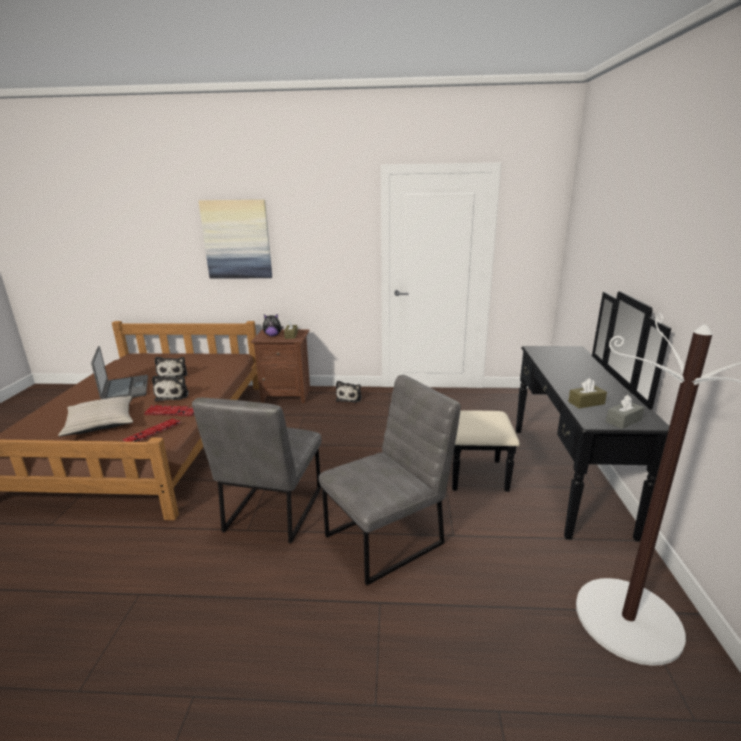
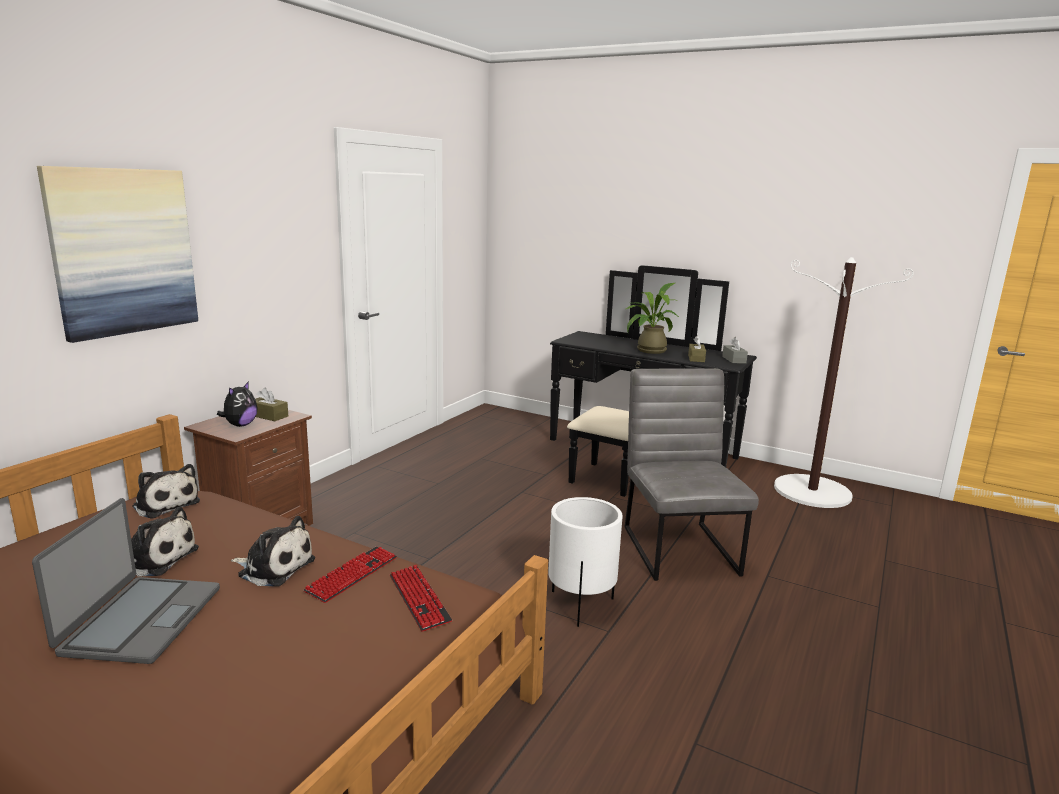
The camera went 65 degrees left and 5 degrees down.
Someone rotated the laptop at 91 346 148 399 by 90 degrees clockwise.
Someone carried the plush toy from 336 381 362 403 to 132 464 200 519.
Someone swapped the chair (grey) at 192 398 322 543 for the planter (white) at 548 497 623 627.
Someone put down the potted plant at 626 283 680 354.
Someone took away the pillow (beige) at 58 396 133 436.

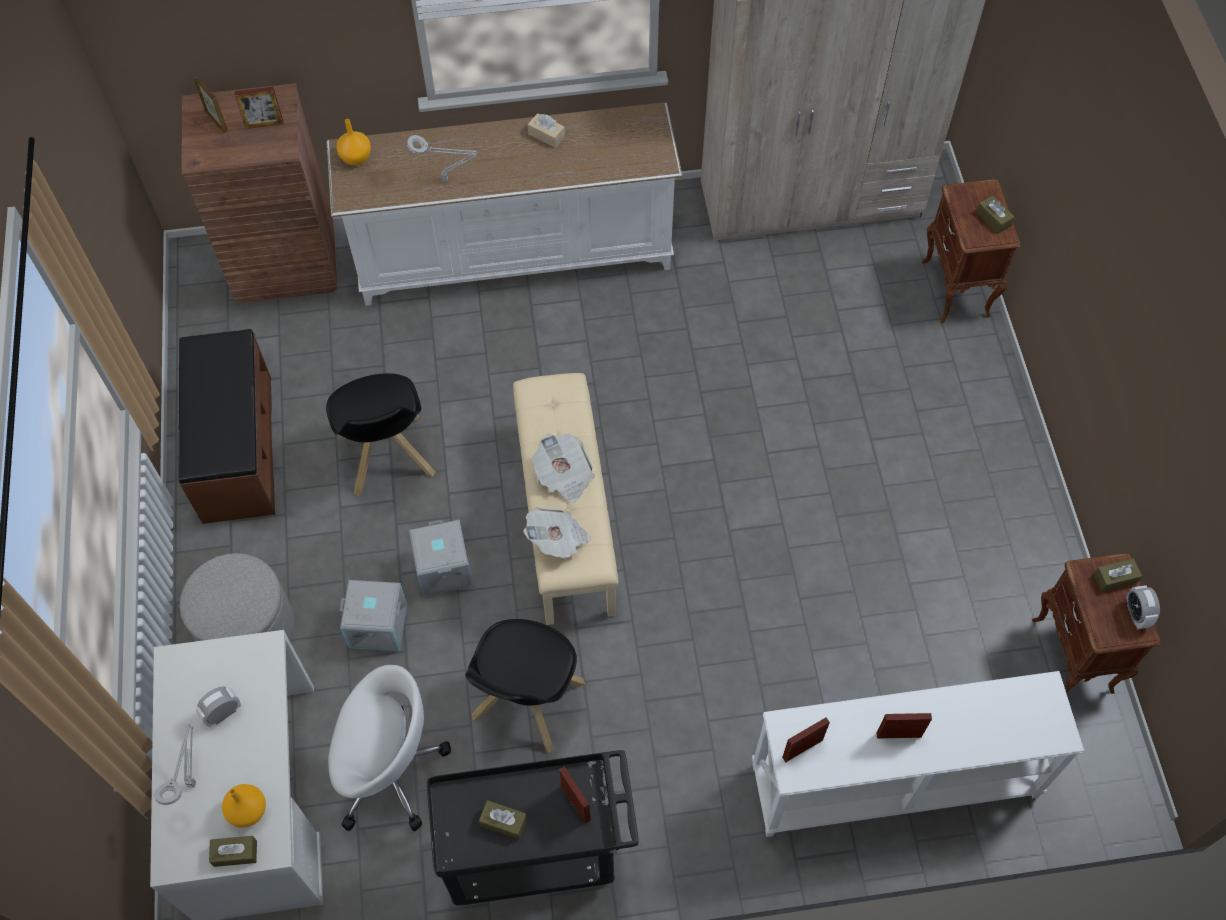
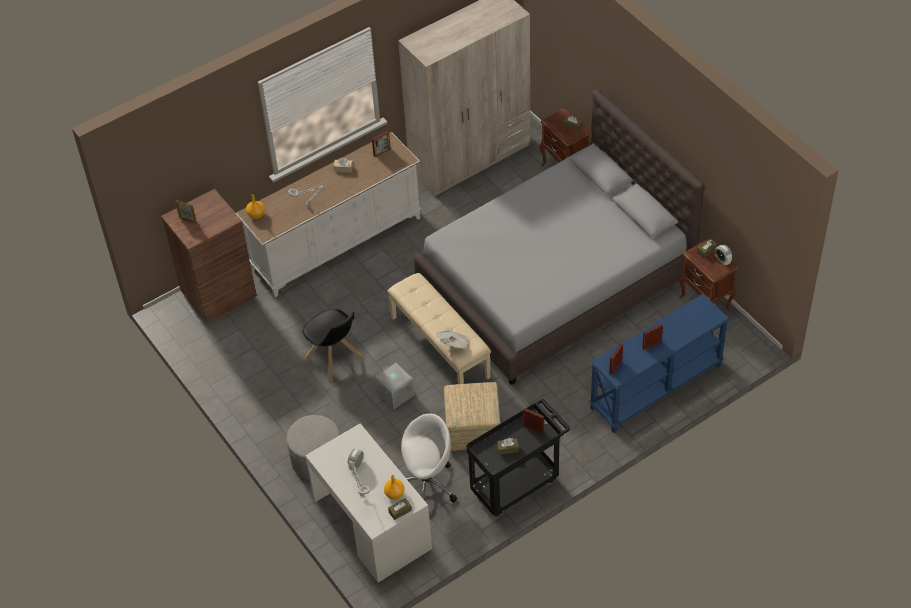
The camera went 25 degrees left and 10 degrees down.
Someone carried the picture frame from 235 87 283 129 to 372 130 391 157.
Someone put down the bed (grey) at 414 89 705 385.
Someone swapped the chair (black) at 465 619 586 753 for the ottoman at 444 382 501 451.
Someone repainted the console table (white) at 752 671 1084 837, which became the console table (blue) at 589 294 729 433.
Someone took away the bench (brown) at 178 329 275 524.
Someone took away the storage box (grey) at 340 580 407 651.
Someone took away the newspaper at 532 434 595 503.

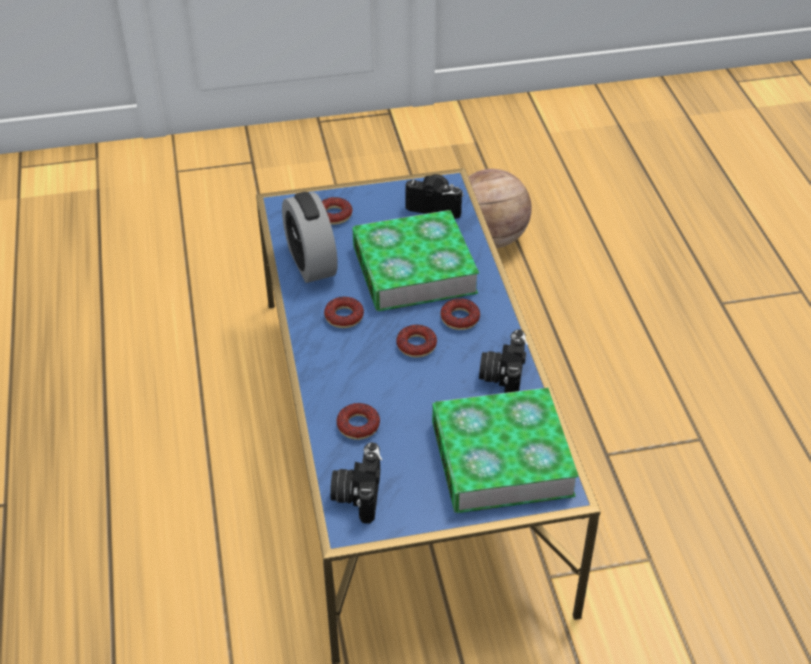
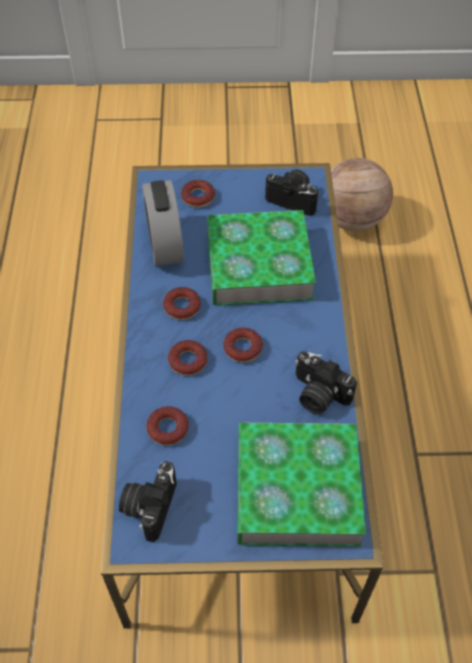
The camera went 10 degrees right and 10 degrees up.
Someone carried the donut from 440 298 480 330 to 168 340 208 376.
Someone rotated the photo camera at 479 329 528 393 by 75 degrees counterclockwise.

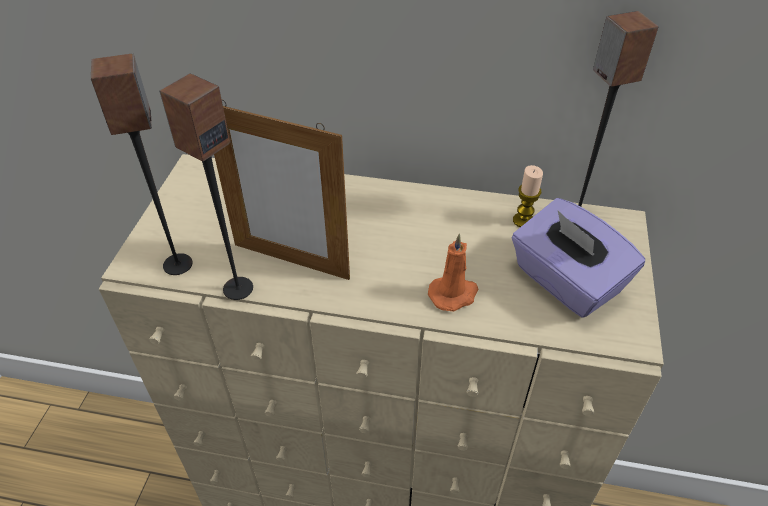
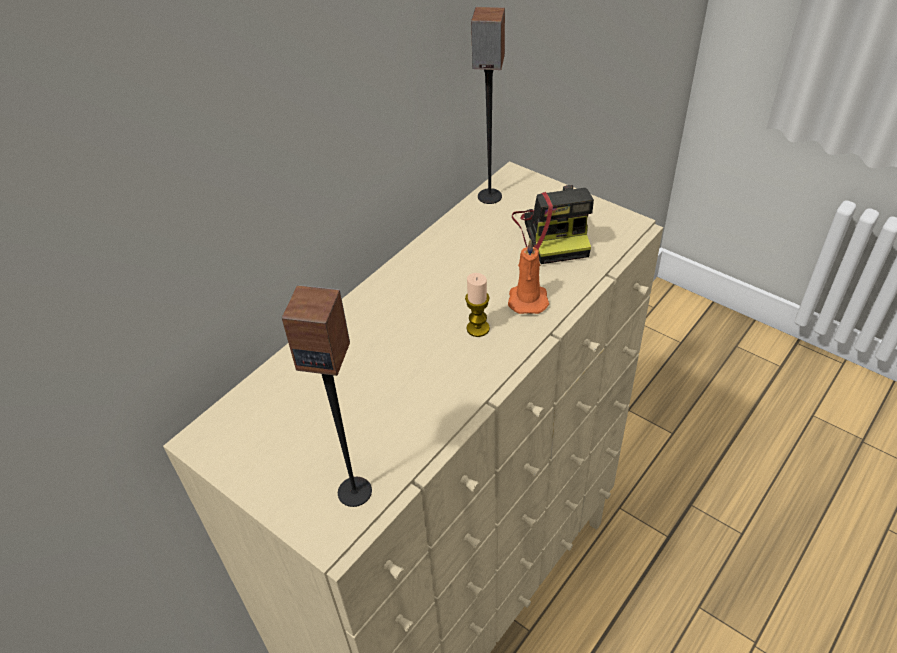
The camera went 60 degrees left and 0 degrees up.
Someone carried the candle from 513 165 543 227 to 465 273 490 337.
Someone swapped the tissue box (purple) at 512 198 645 318 for the photo camera at 512 185 594 264.
Someone took away the speaker at 159 73 253 300.
Someone took away the picture frame at 214 100 350 280.

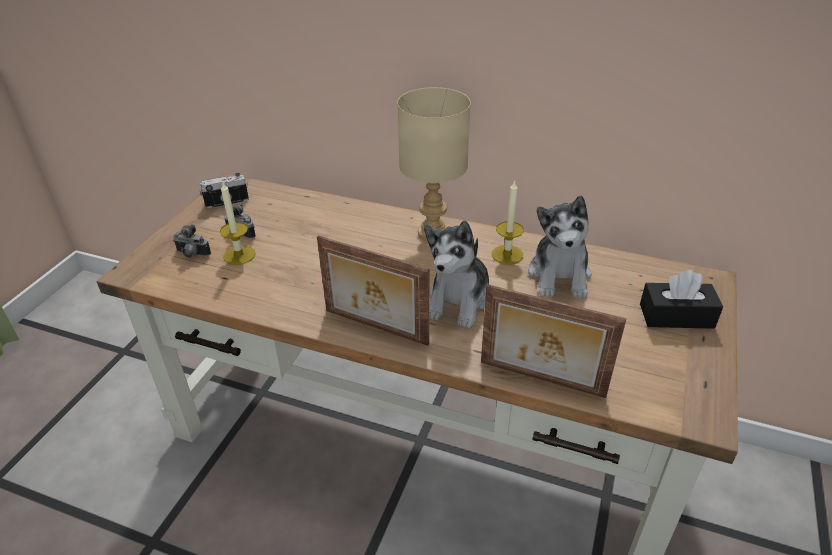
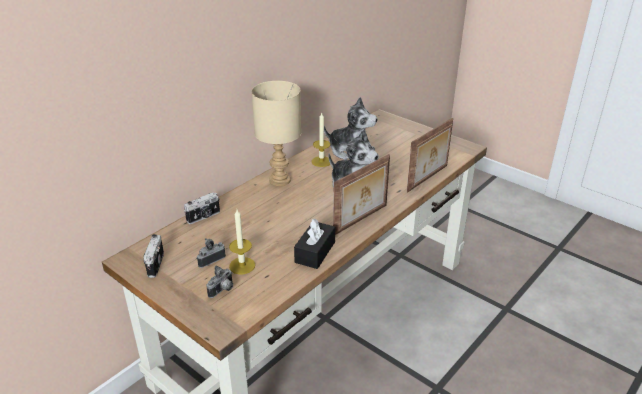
The camera went 70 degrees left and 5 degrees down.
Someone put down the photo camera at 184 192 220 224.
Someone carried the tissue box (black) from 640 270 723 329 to 294 218 335 269.

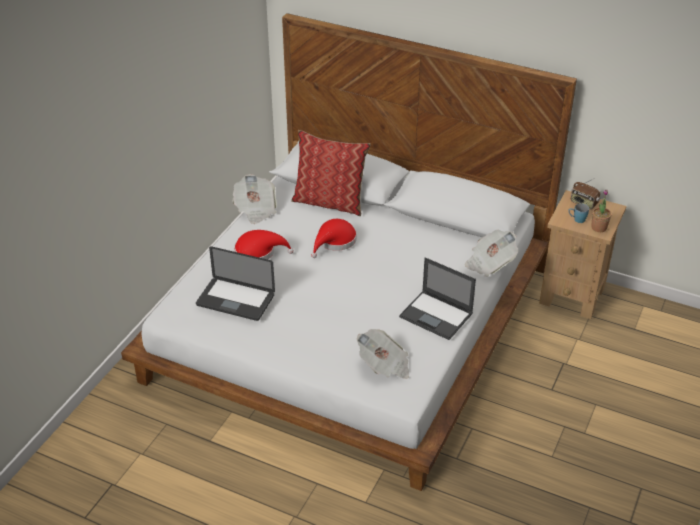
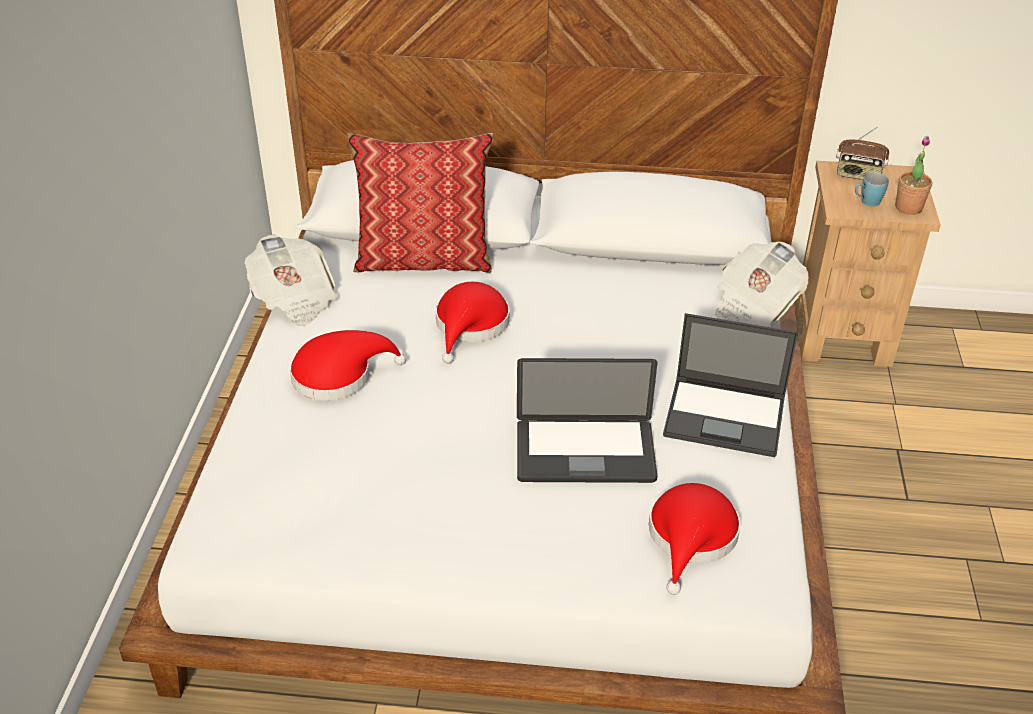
The camera went 20 degrees left and 0 degrees up.
Someone carried the laptop from 196 246 275 321 to 517 358 657 483.
Someone swapped the newspaper at 357 329 409 379 for the hat (red) at 649 483 741 595.

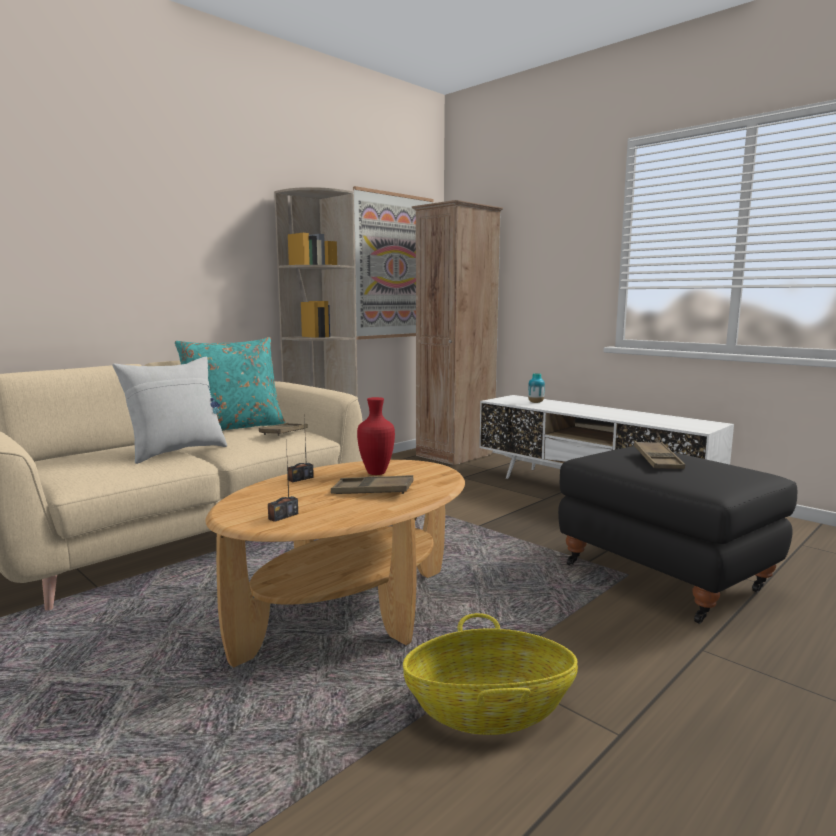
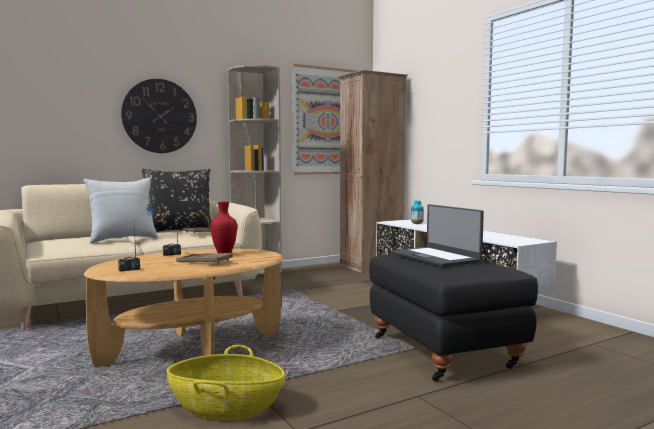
The camera went 15 degrees right and 5 degrees down.
Someone put up the wall clock at 121 79 197 153.
Someone repainted the pillow (turquoise) at 175 337 286 430, which became the pillow (black) at 142 168 212 232.
Someone swapped the tray (brown) at 634 441 685 469 for the laptop at 392 204 484 267.

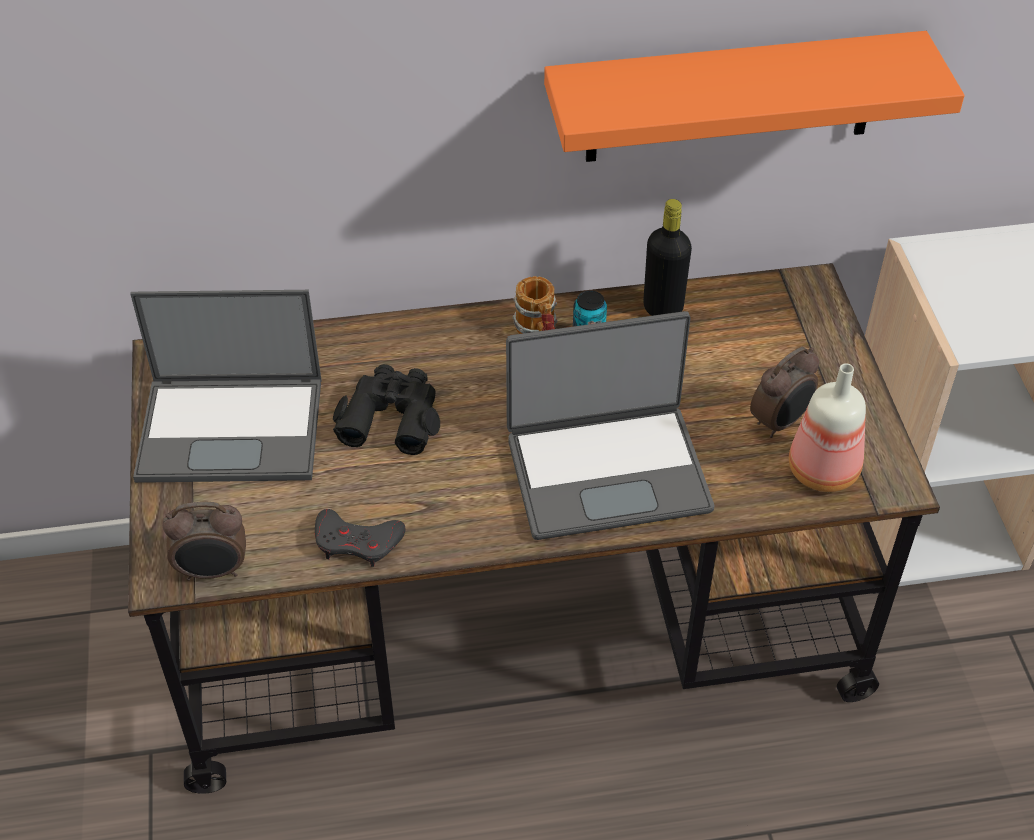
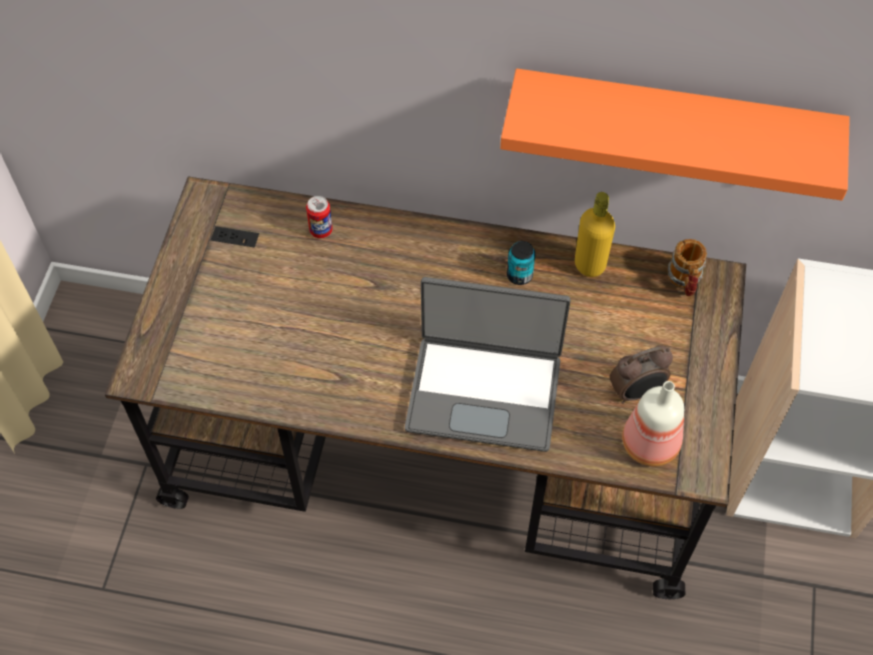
The camera went 20 degrees right and 10 degrees up.
Someone put down the can at 306 196 333 238.
Someone repainted the bottle (black) at 643 199 692 316, which became the bottle (yellow) at 575 192 615 277.
Someone carried the mug from 513 276 558 334 to 668 239 707 296.
Someone took away the laptop at 130 290 321 483.
Someone took away the alarm clock at 163 502 246 581.
Someone took away the game controller (grey) at 315 509 405 567.
Someone took away the binoculars (black) at 333 364 440 455.

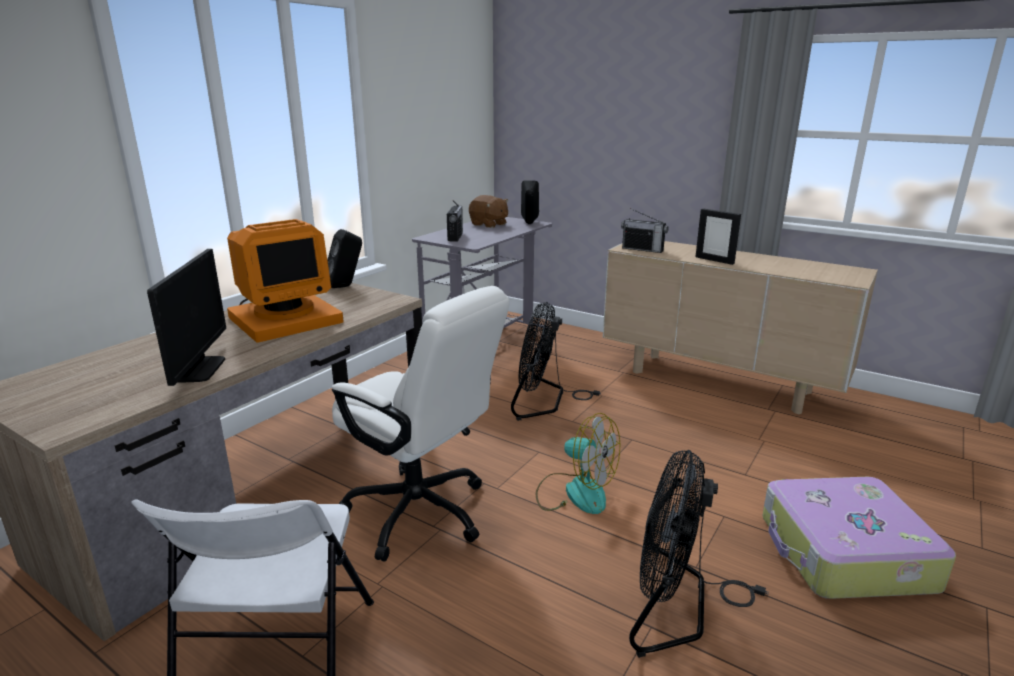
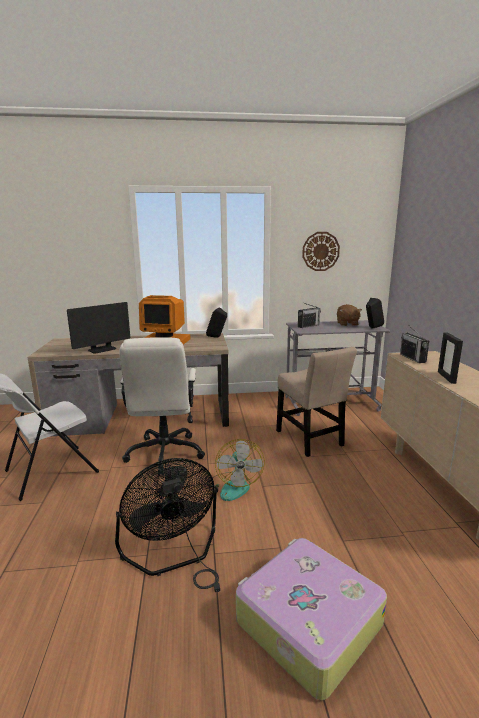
The camera went 50 degrees right and 5 degrees down.
Someone swapped the fan (black) at 511 302 602 421 for the chair (beige) at 276 347 357 457.
Someone put up the wall clock at 302 232 340 271.

